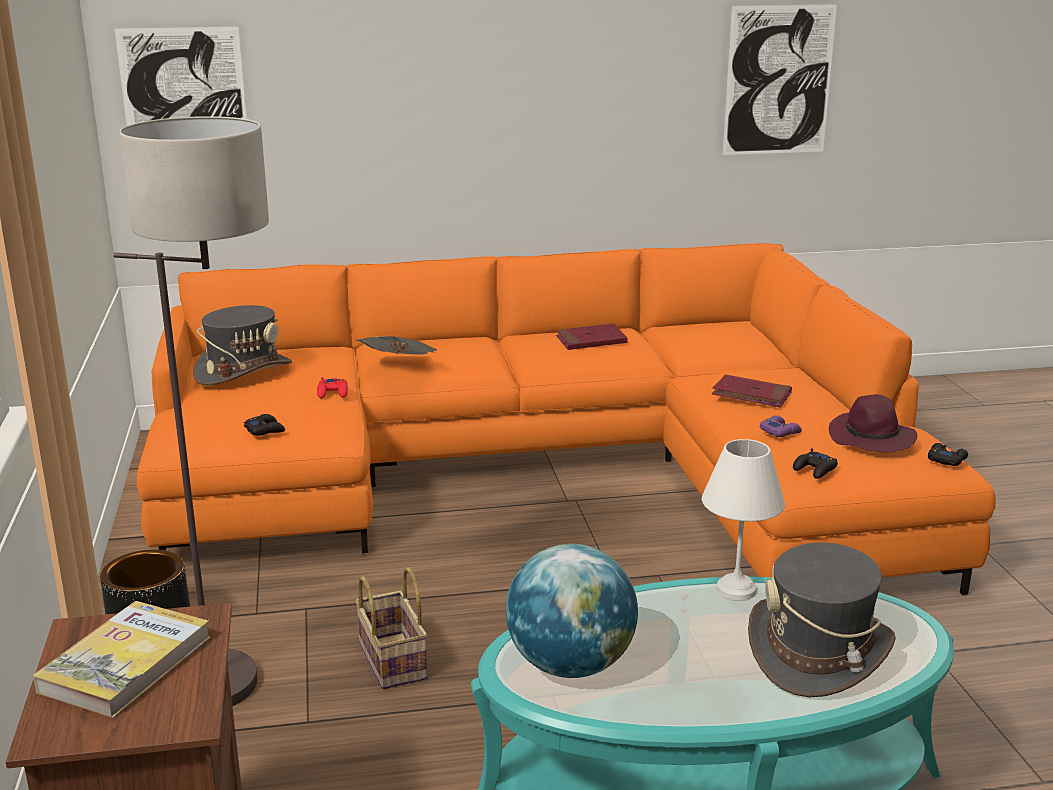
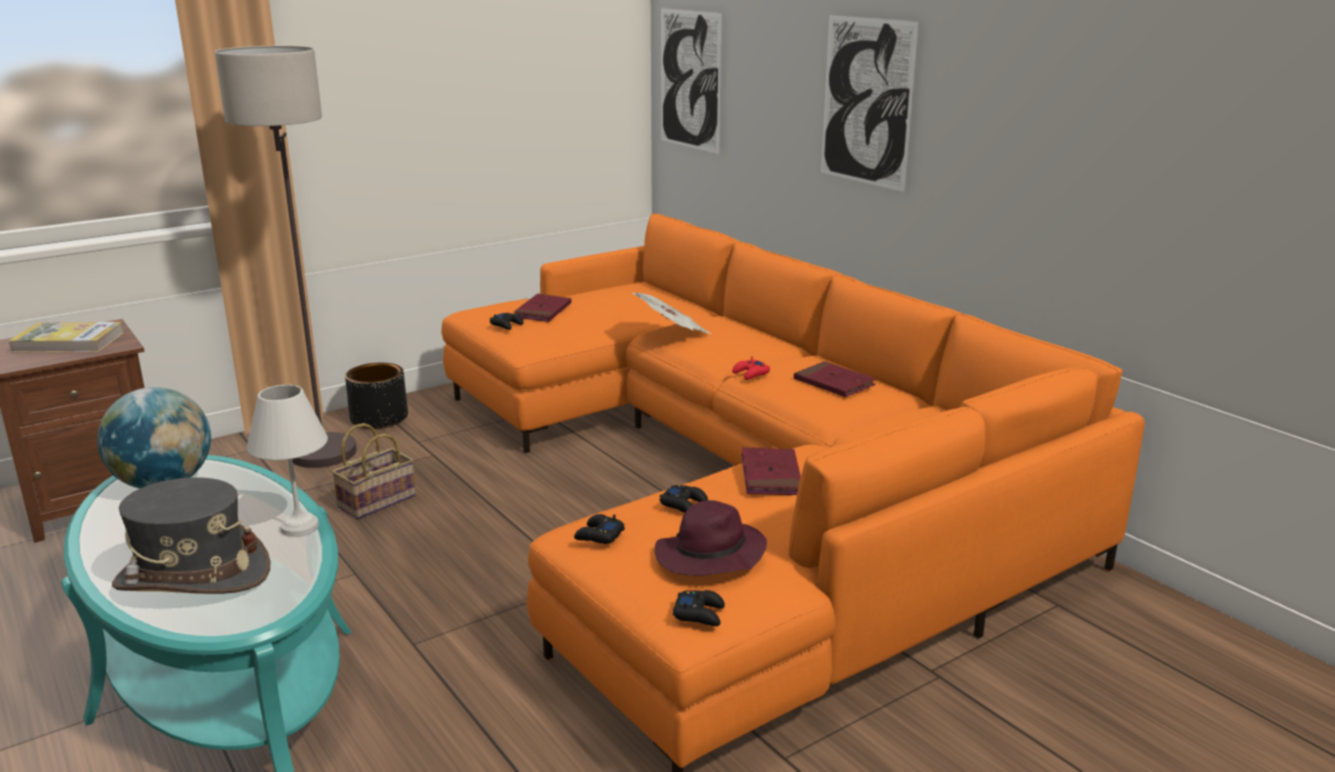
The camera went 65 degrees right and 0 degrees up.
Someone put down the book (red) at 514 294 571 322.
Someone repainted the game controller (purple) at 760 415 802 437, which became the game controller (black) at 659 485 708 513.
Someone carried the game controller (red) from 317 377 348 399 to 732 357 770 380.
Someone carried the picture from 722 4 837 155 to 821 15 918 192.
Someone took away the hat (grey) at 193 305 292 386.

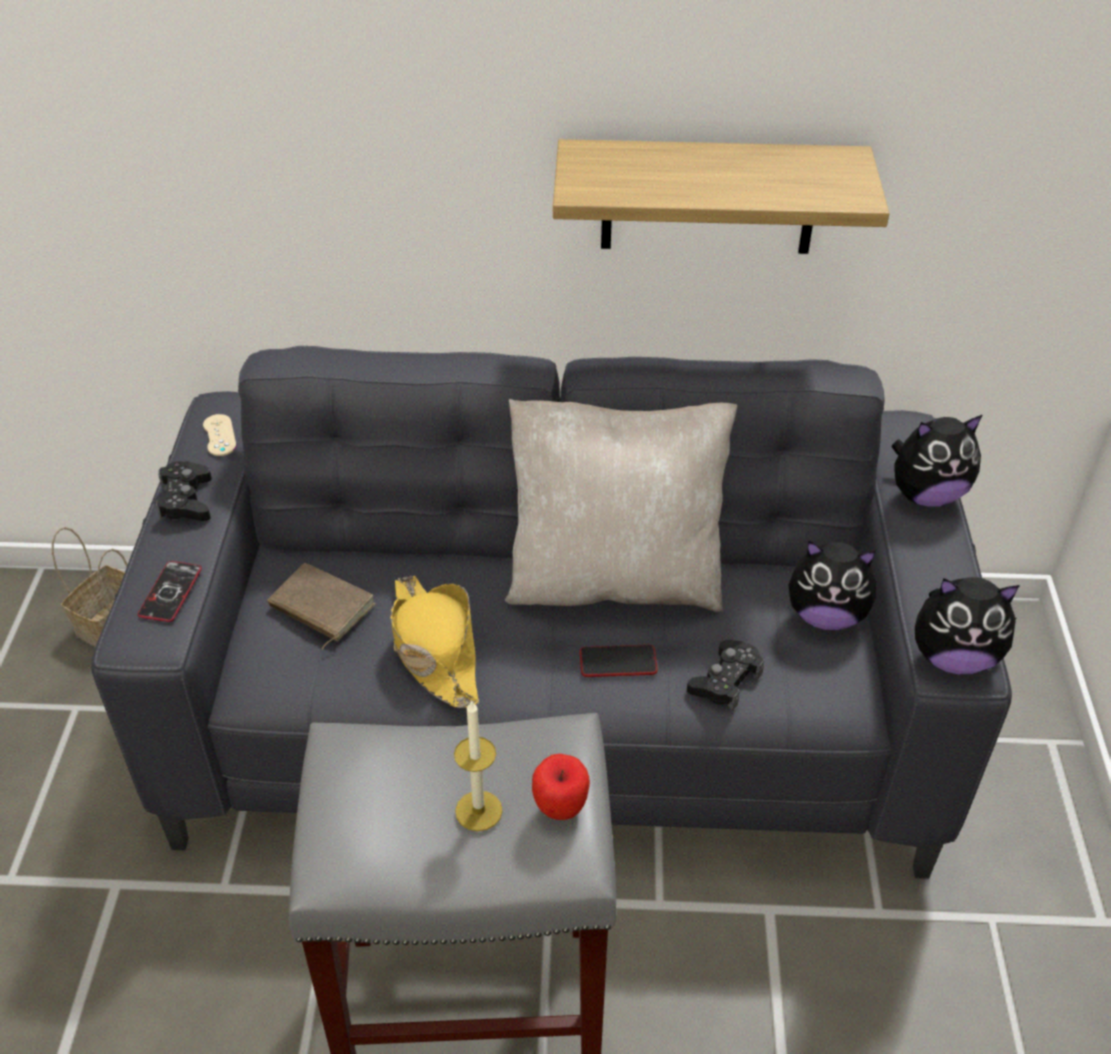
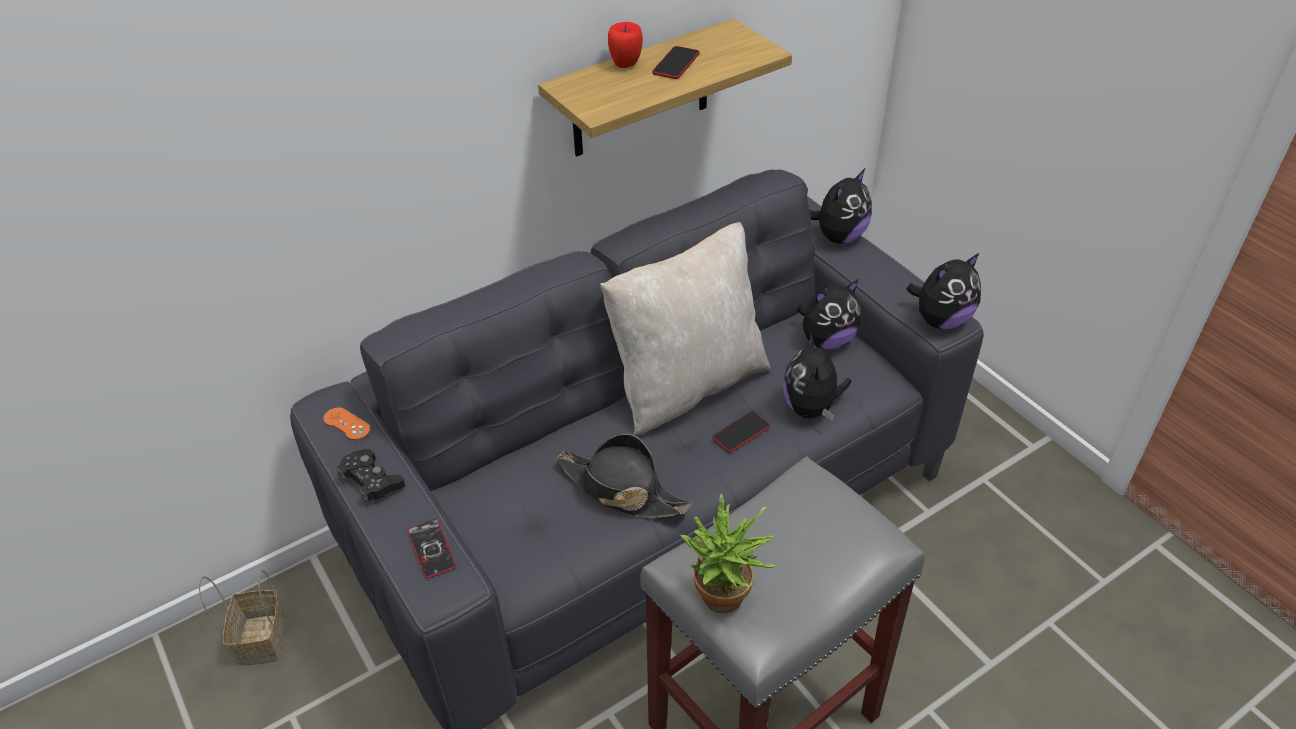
The camera went 35 degrees left and 0 degrees up.
Someone repainted the game controller (beige) at 203 414 236 456, which became the game controller (orange) at 323 408 370 440.
Someone repainted the hat (yellow) at 390 575 479 708, which became the hat (black) at 555 434 692 518.
Someone carried the apple from 532 754 590 820 to 608 22 643 68.
Someone put down the phone at 652 46 700 79.
Someone put down the potted plant at 680 493 777 613.
Someone swapped the game controller (black) at 687 640 764 711 for the plush toy at 783 333 851 421.
Someone took away the book (brown) at 268 563 376 649.
Someone took away the candle at 454 700 503 831.

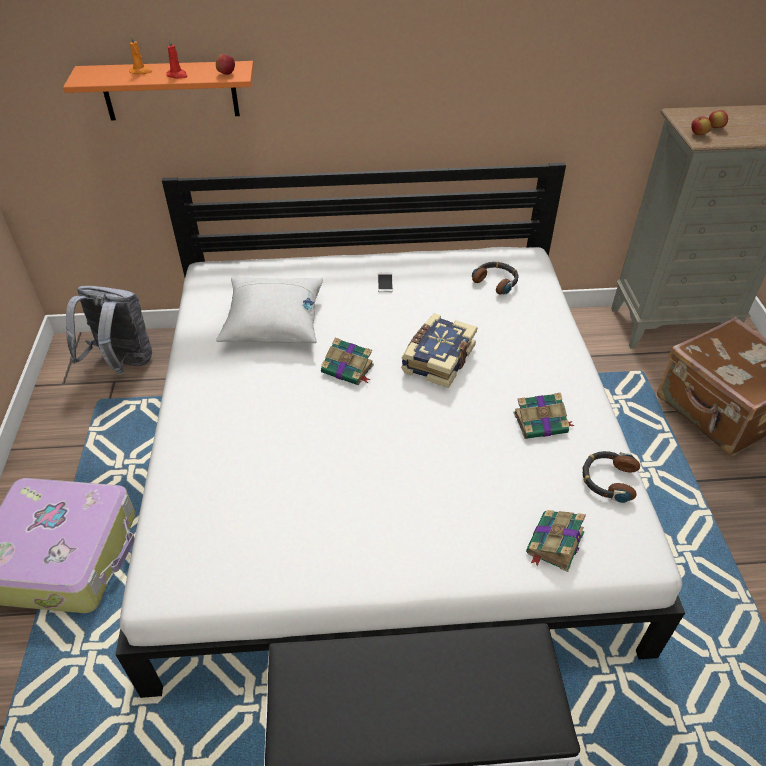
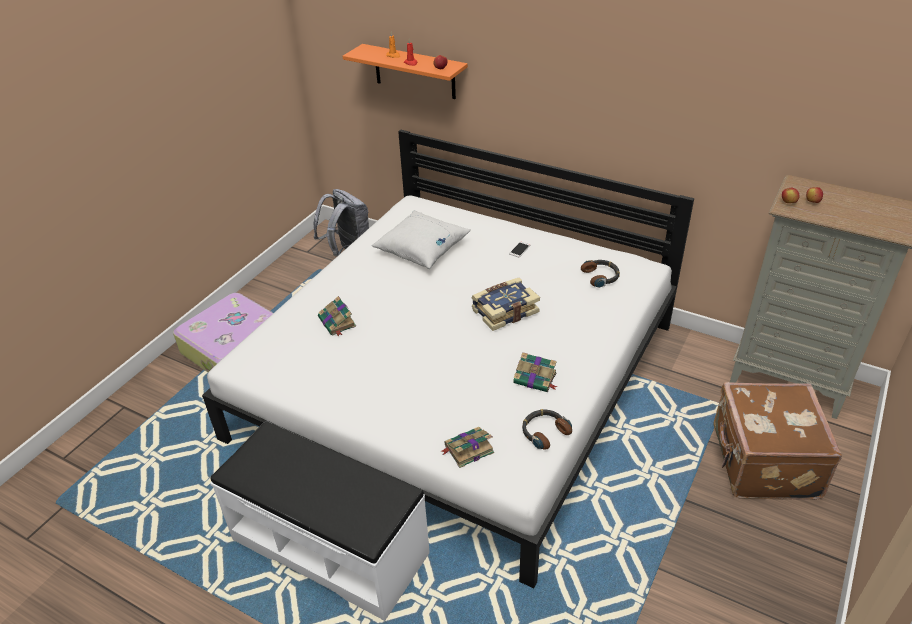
The camera went 35 degrees right and 5 degrees down.
Someone carried the book from 321 338 374 385 to 318 296 356 336.

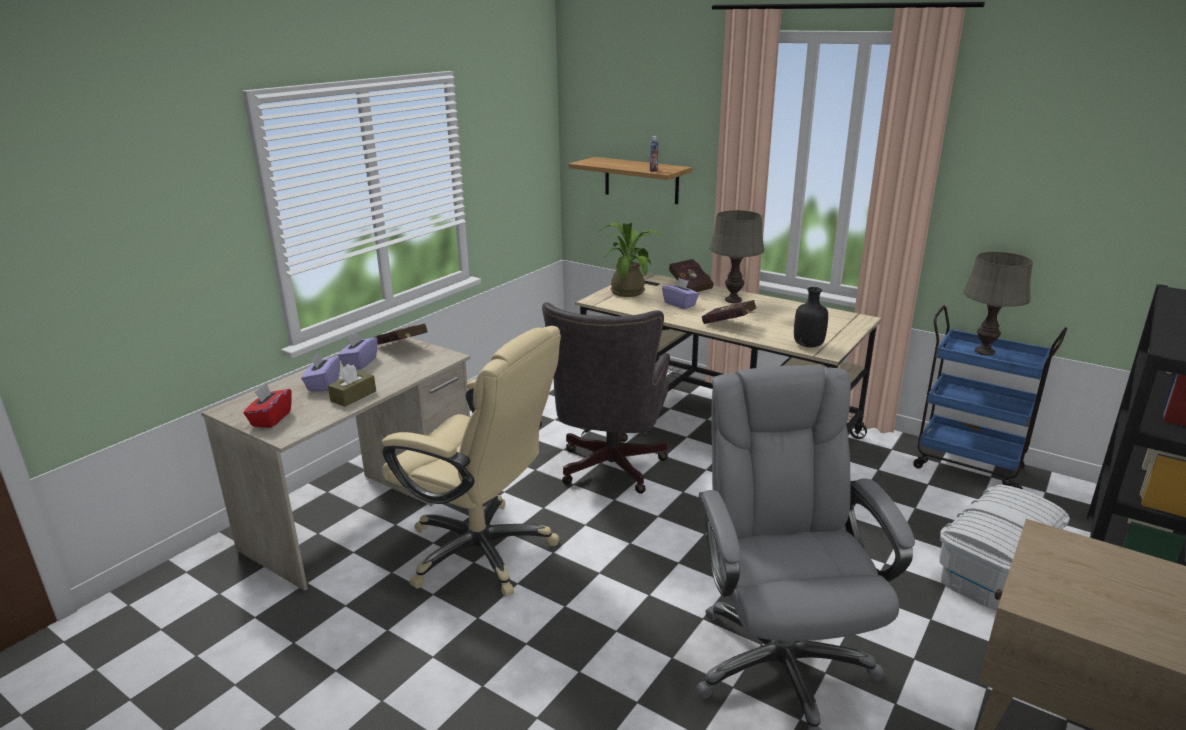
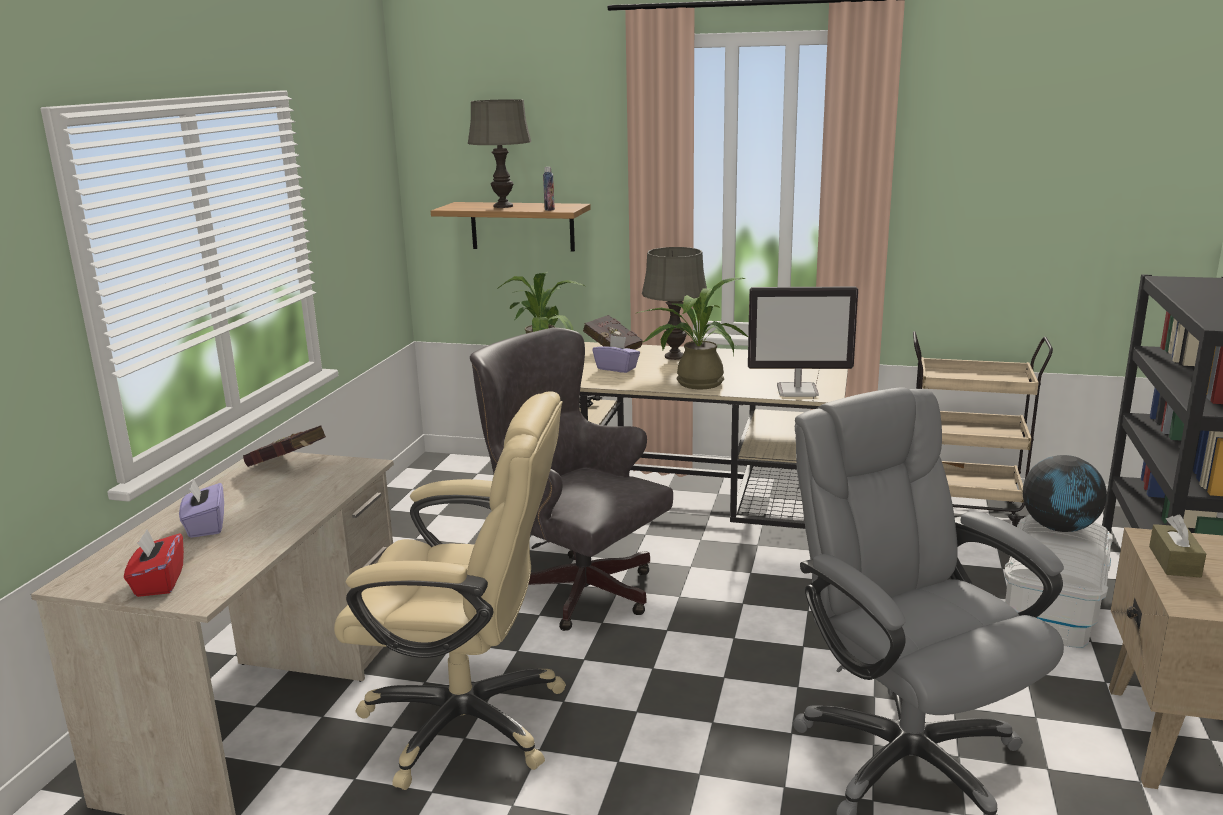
The camera went 20 degrees left and 5 degrees down.
Someone carried the table lamp (grey) from 964 252 1033 356 to 468 99 531 208.
Someone rotated the office chair (grey) at 542 302 670 494 by 135 degrees clockwise.
Someone swapped the book (red) at 702 300 757 324 for the potted plant at 637 278 748 389.
Someone swapped the bottle (black) at 794 287 828 348 for the monitor at 748 286 858 397.
Someone repainted the cart (blue) at 913 306 1067 490, which became the cart (beige) at 913 331 1053 527.
Someone put down the globe at 1023 455 1107 532.
Someone carried the tissue box (brown) from 328 364 376 407 to 1149 515 1206 577.
Someone took away the tissue box (purple) at 338 332 378 369.

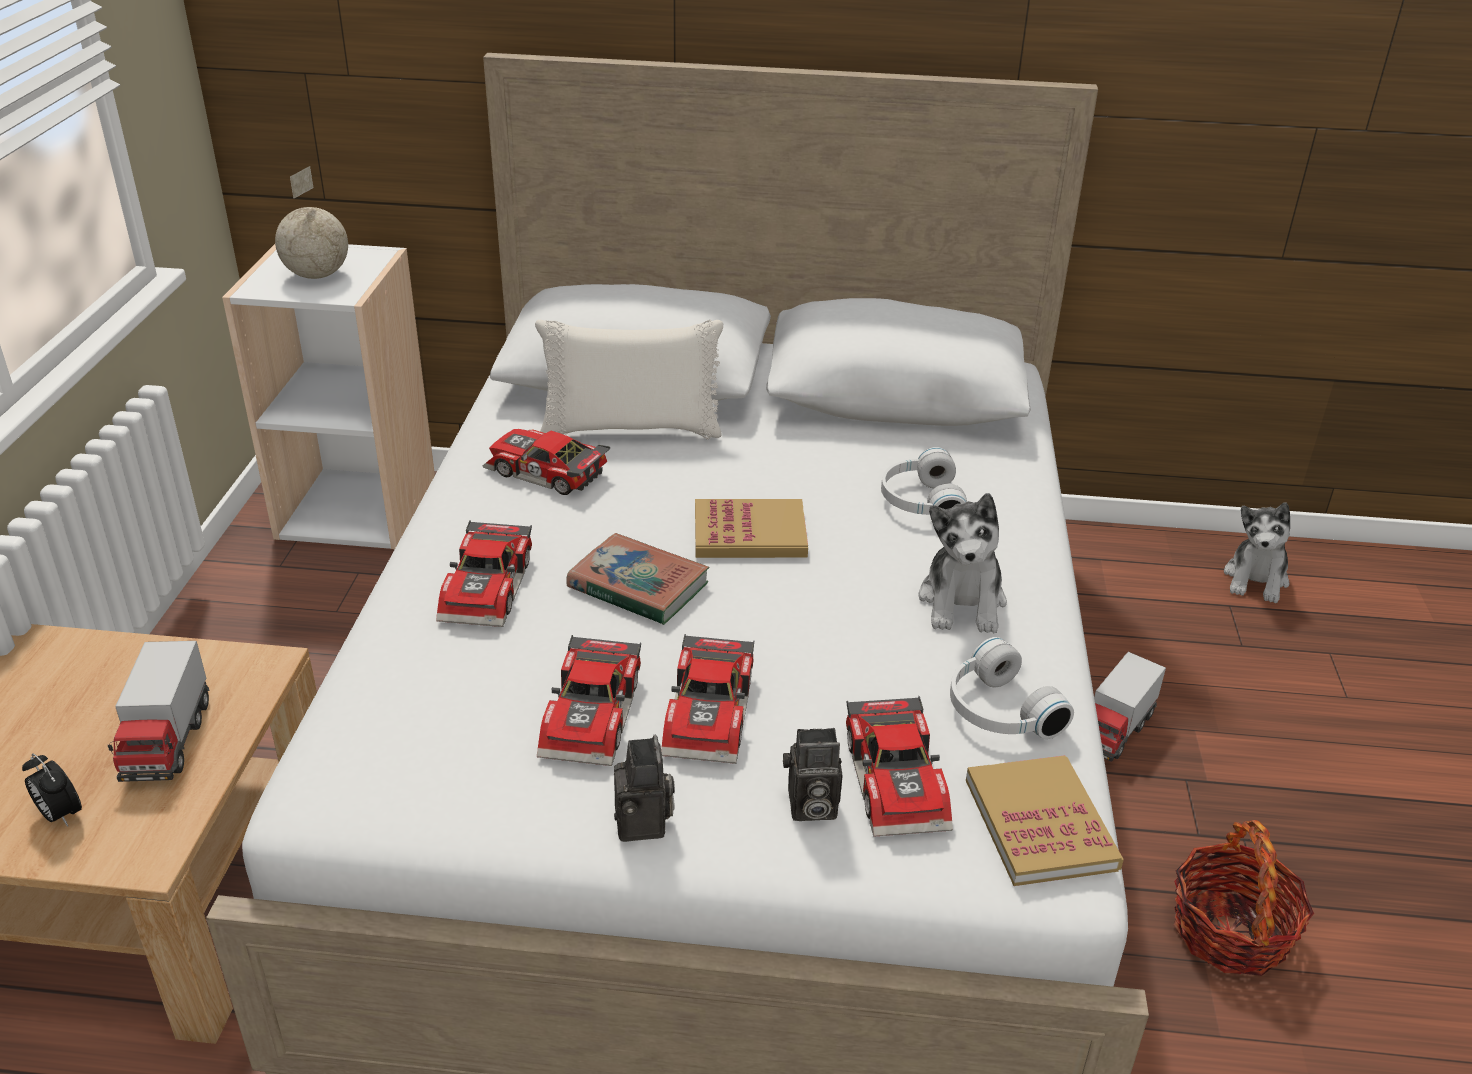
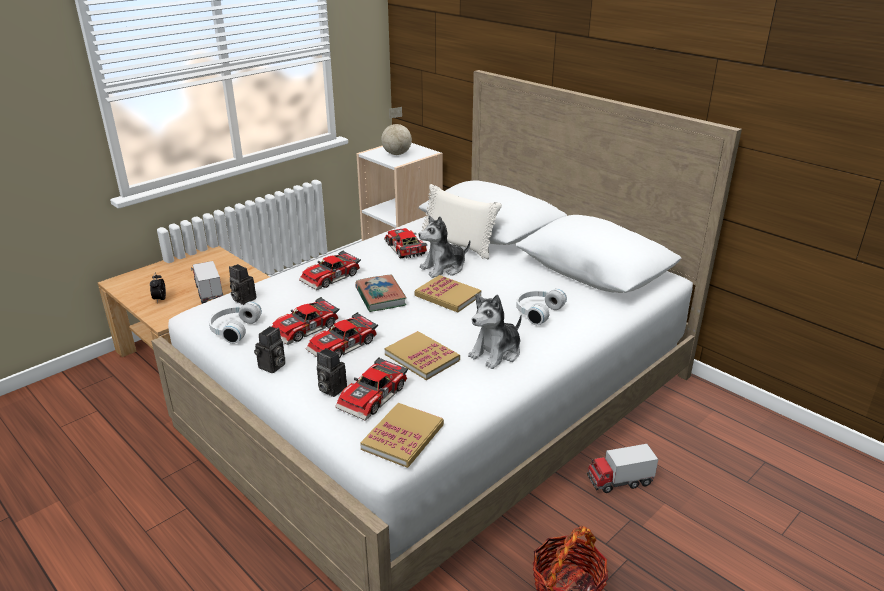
The camera went 40 degrees right and 5 degrees down.
Someone rotated the toy truck at 108 641 209 782 by 120 degrees clockwise.
Someone carried the headphones (white) from 950 637 1074 739 to 209 301 262 344.
Someone put down the photo camera at 229 264 256 305.
Someone put down the book at 385 331 460 380.
Someone carried the plush toy from 1224 502 1290 603 to 418 216 470 278.

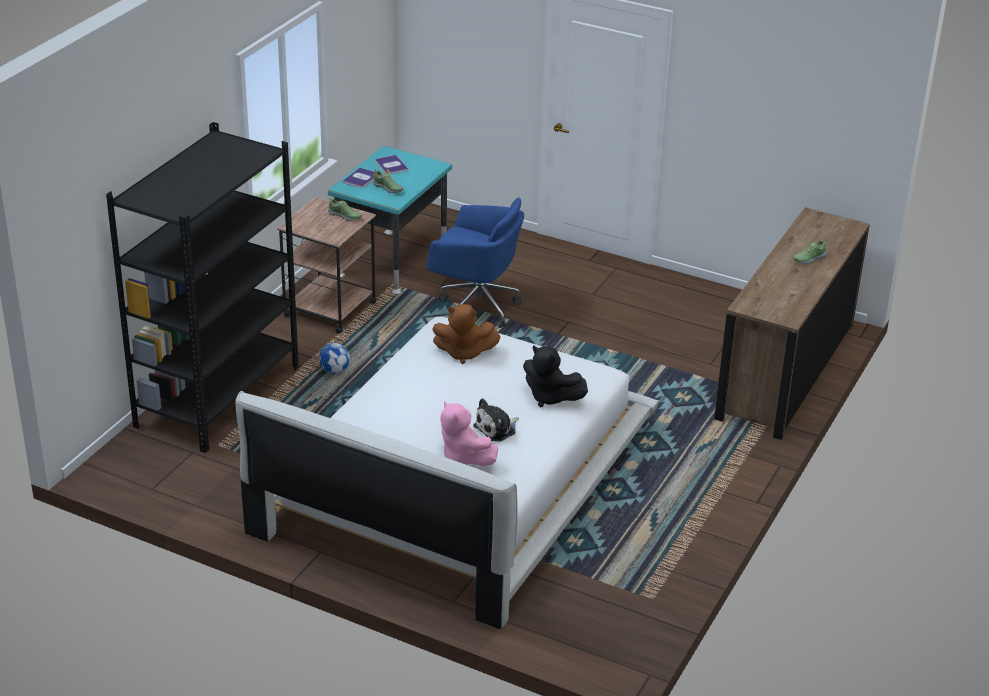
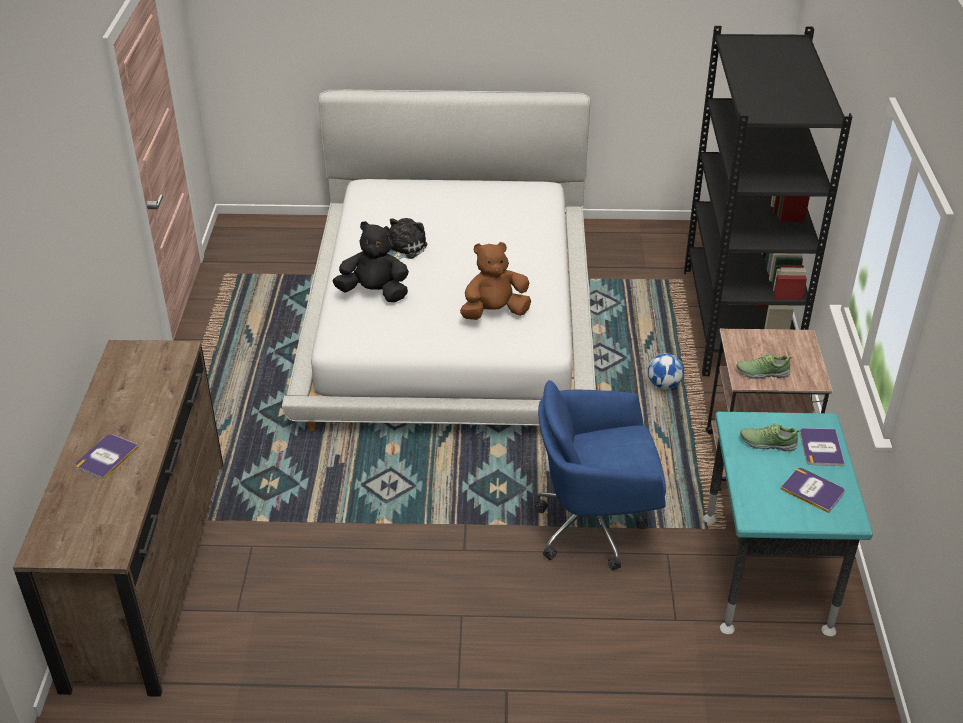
The camera went 155 degrees right and 5 degrees up.
Someone swapped the shoe at 793 240 827 265 for the book at 75 434 139 480.
Someone took away the plush toy (pink) at 440 400 498 466.

